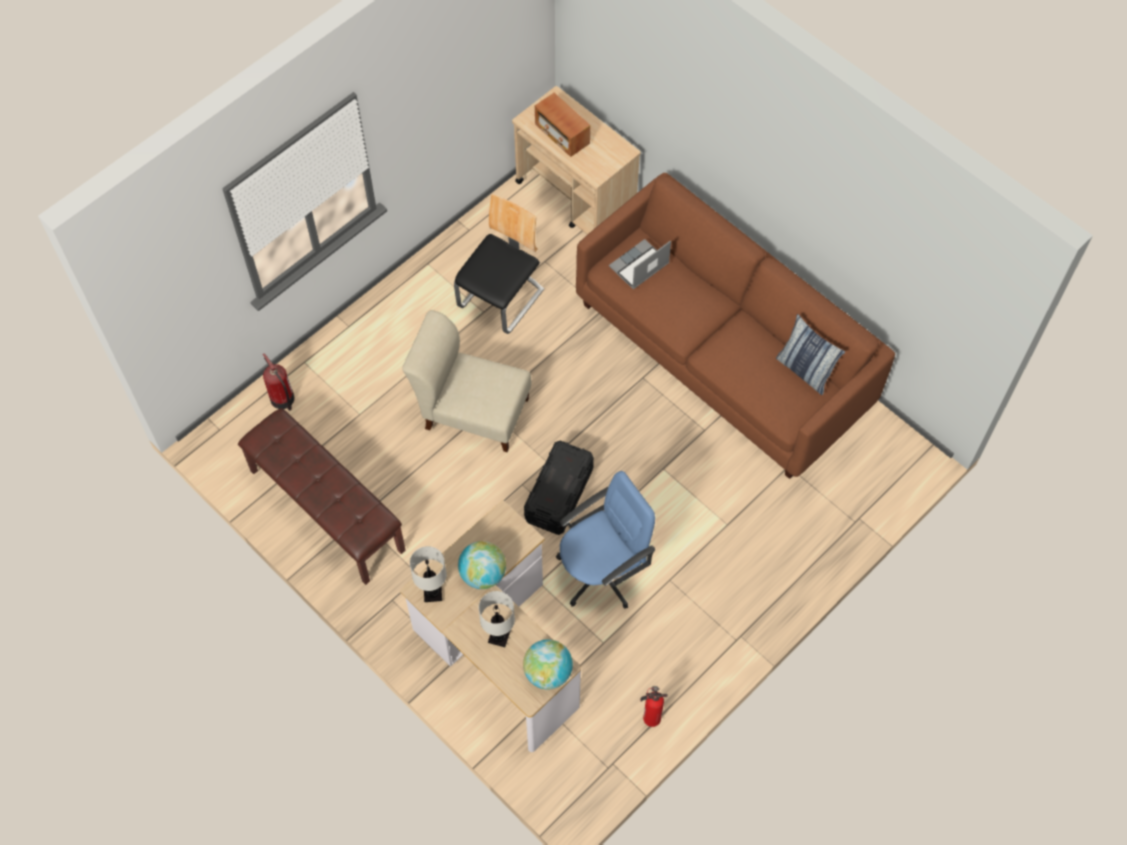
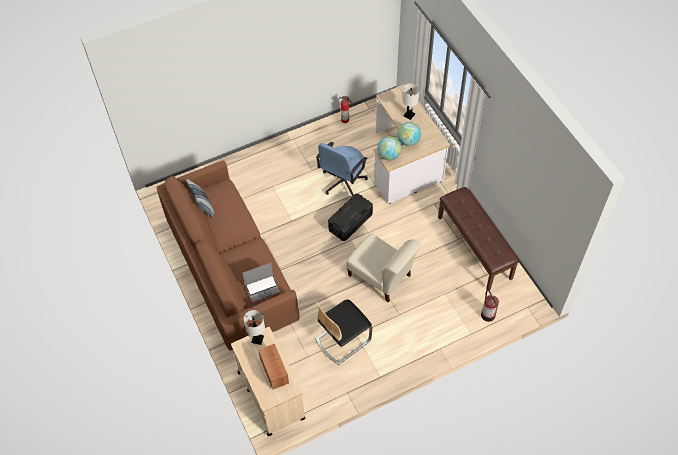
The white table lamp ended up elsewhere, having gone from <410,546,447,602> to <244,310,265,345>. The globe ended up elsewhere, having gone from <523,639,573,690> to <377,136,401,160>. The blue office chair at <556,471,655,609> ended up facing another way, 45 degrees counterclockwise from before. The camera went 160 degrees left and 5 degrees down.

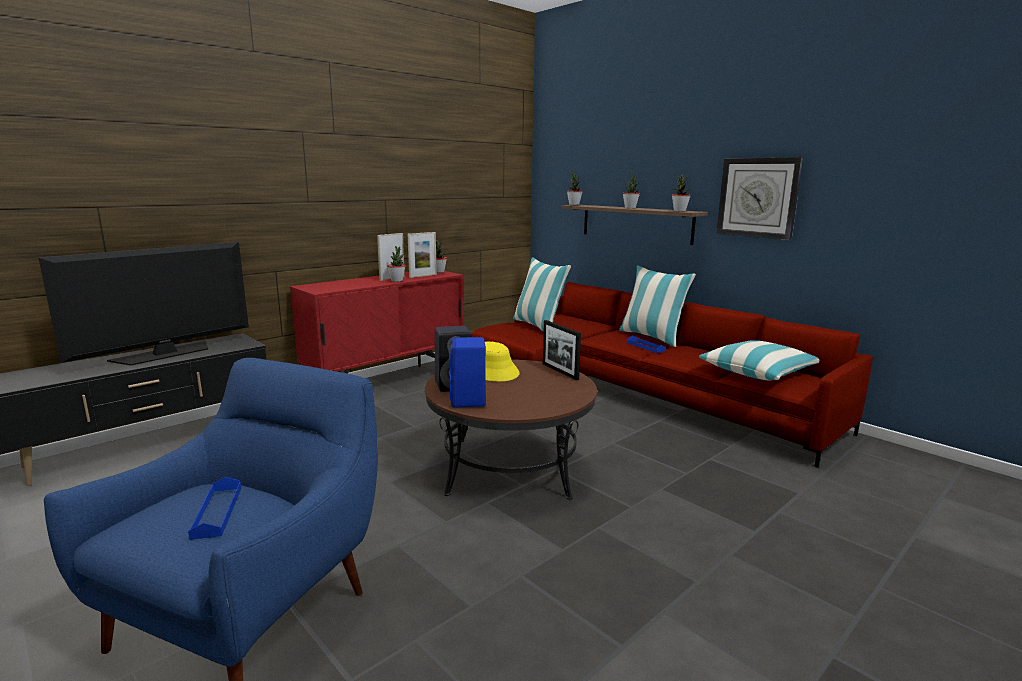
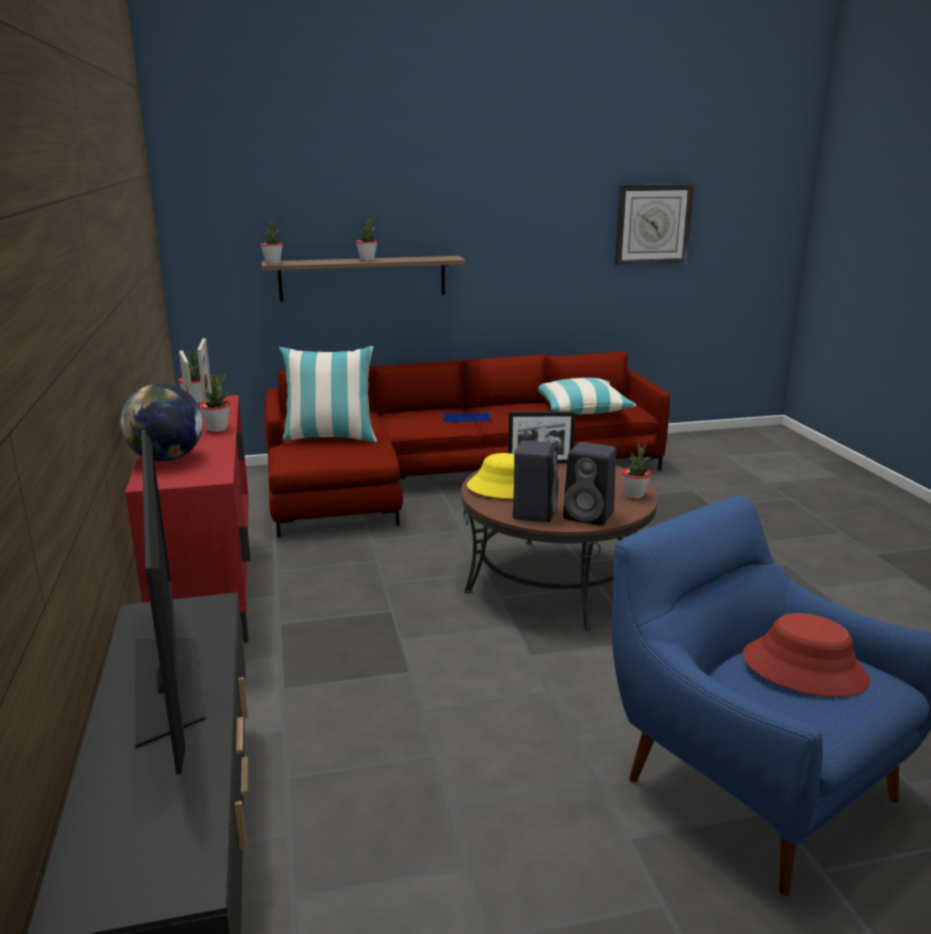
Where the blue tray stood at <188,477,241,540>, the red hat came to stand at <742,613,870,697>. What was the blue speaker at <450,337,486,407> turned into the black speaker at <563,442,616,526>. The second view lost the pillow at <619,265,696,347>. The potted plant ended up elsewhere, having gone from <672,174,691,212> to <622,443,651,499>. The wall clock ended up elsewhere, having gone from <716,157,803,240> to <615,184,694,266>. The second view gained the globe at <120,383,203,461>. The camera went 60 degrees left and 5 degrees up.

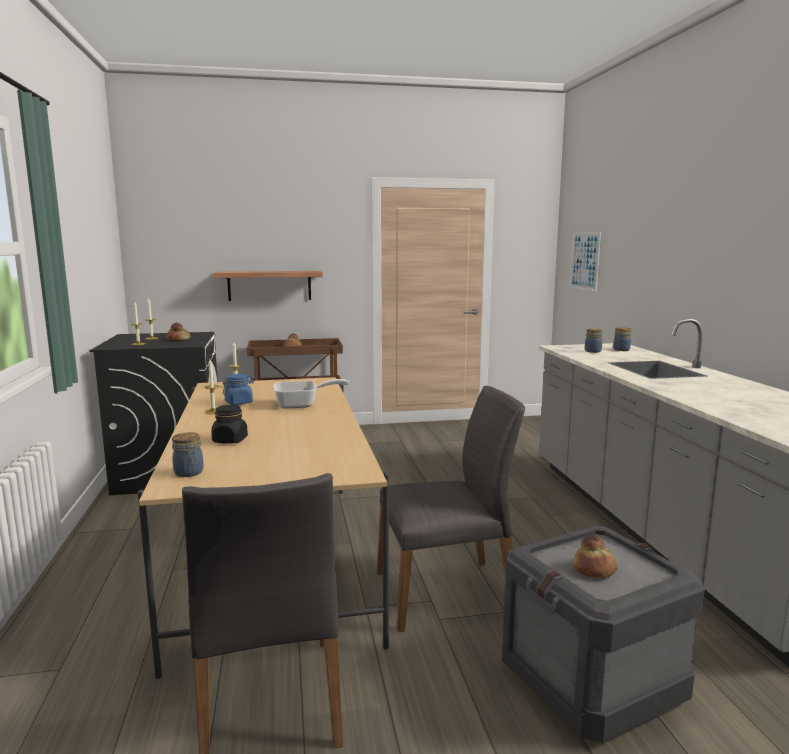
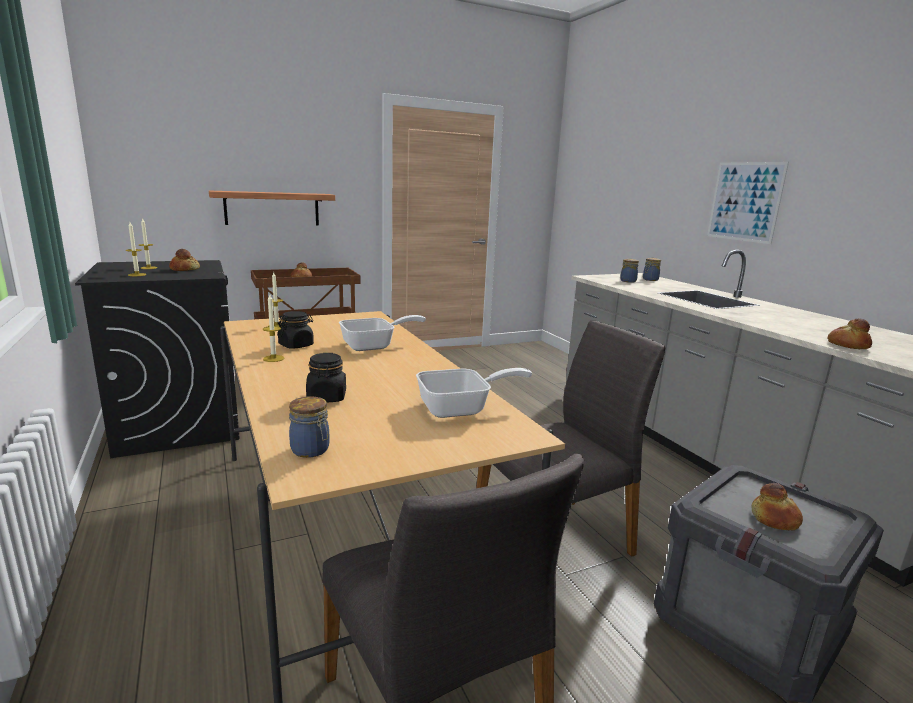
What was the blue jar at <223,374,254,405> turned into the black jar at <277,311,314,349>. The picture ended up elsewhere, having gone from <570,232,601,292> to <707,162,789,244>. The second view gained the frying pan at <416,368,532,418>. The second view gained the bread at <827,318,872,349>. The camera went 15 degrees left and 5 degrees up.

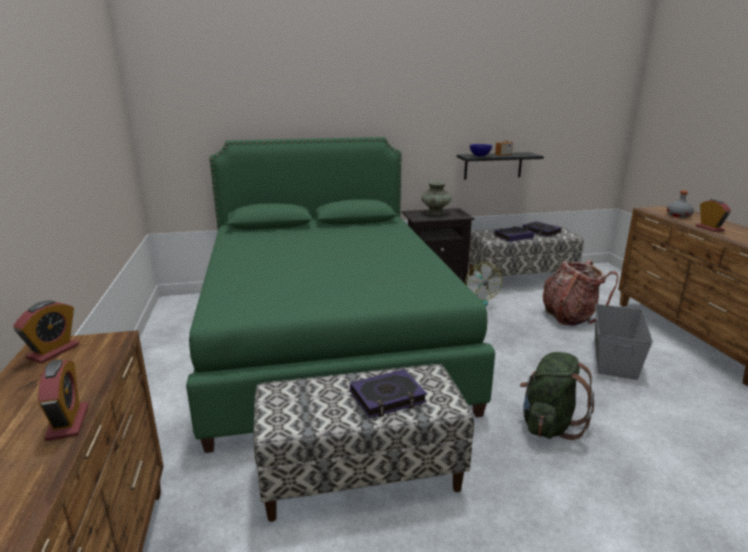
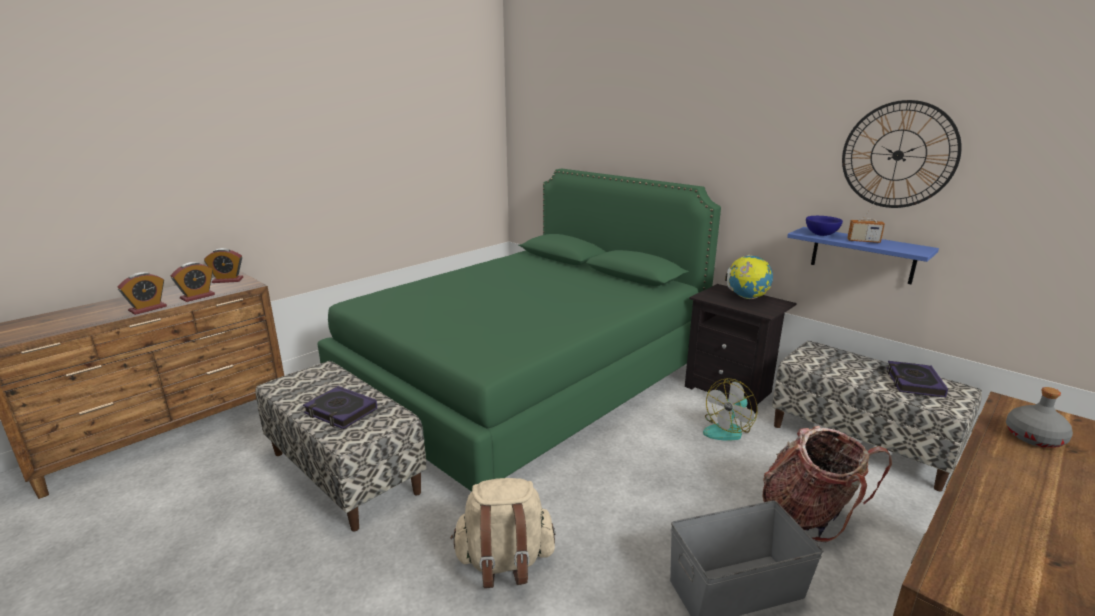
Where the turquoise vase stood at <421,181,451,215>, the globe came to stand at <725,255,773,299>. What was the black shelf at <457,152,544,179> turned into the blue shelf at <787,227,939,284>. The second view lost the book at <494,226,535,242>. What was the green backpack at <520,352,594,440> turned into the beige backpack at <450,478,555,588>. The alarm clock ended up elsewhere, having gone from <696,199,731,232> to <171,262,215,302>. The second view gained the wall clock at <842,100,962,208>. The camera went 55 degrees right and 0 degrees up.

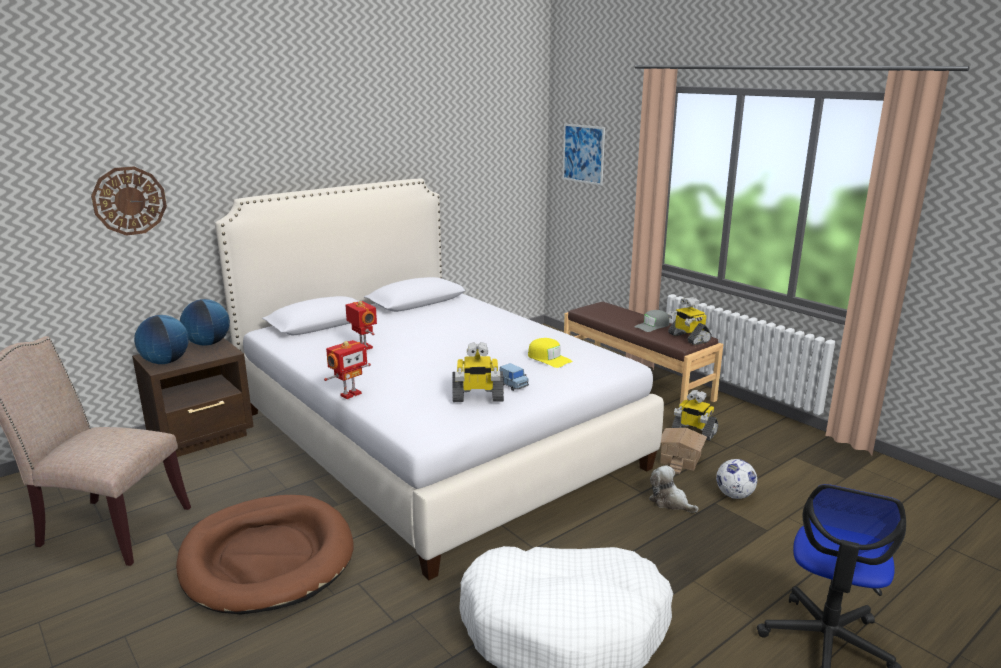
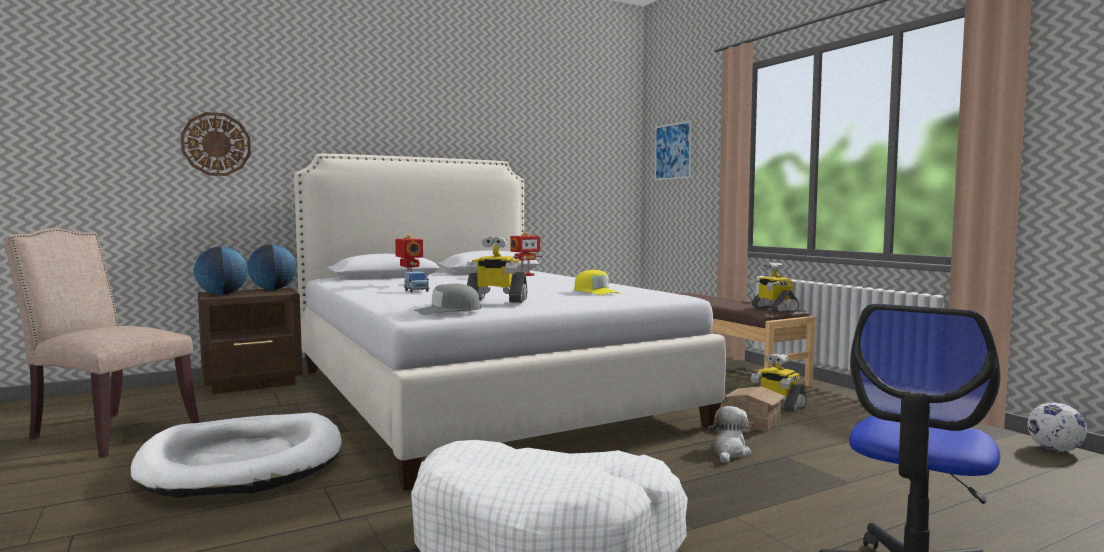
What was the brown dog bed at <176,495,353,614> turned into the white dog bed at <131,412,342,498>. The toy robot ended up elsewhere, having gone from <324,340,371,399> to <510,231,543,276>. The blue toy car ended up elsewhere, having gone from <500,363,529,391> to <404,271,429,292>. The grey cap ended up elsewhere, having gone from <635,310,670,332> to <415,283,481,315>. The plush toy at <649,465,699,513> ended up facing another way, 60 degrees clockwise from before. The football ended up elsewhere, having gone from <716,459,757,499> to <1027,403,1087,452>. The camera went 10 degrees right and 15 degrees down.

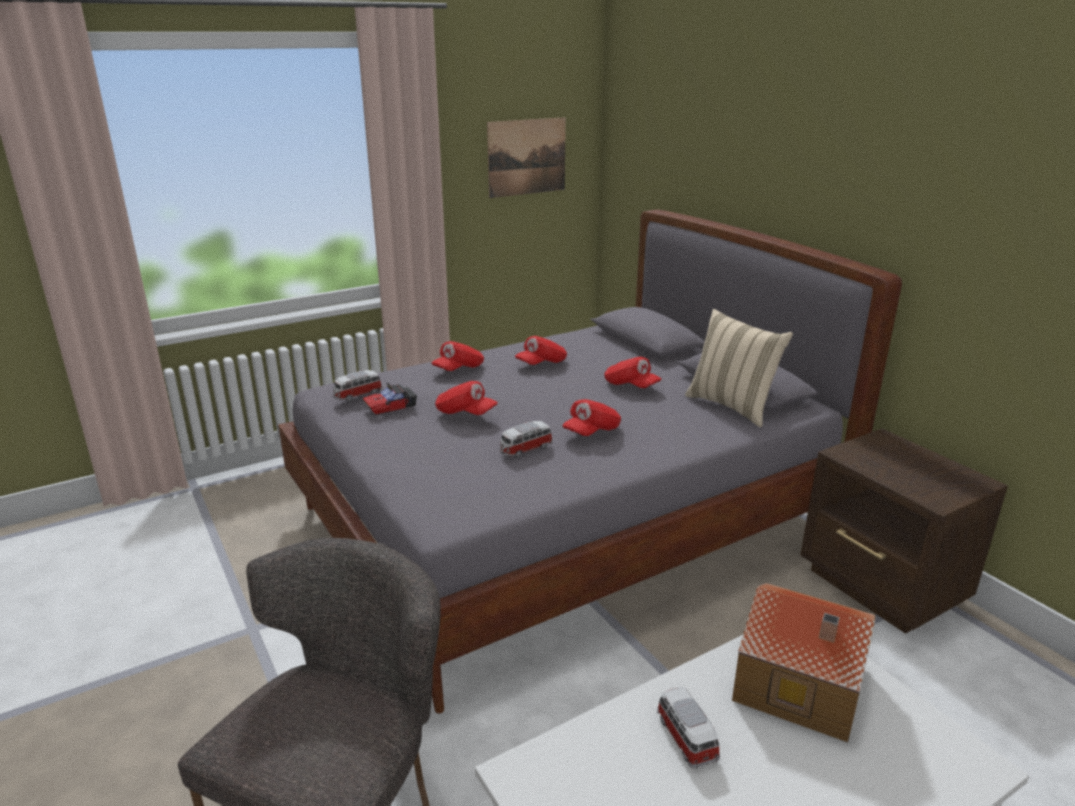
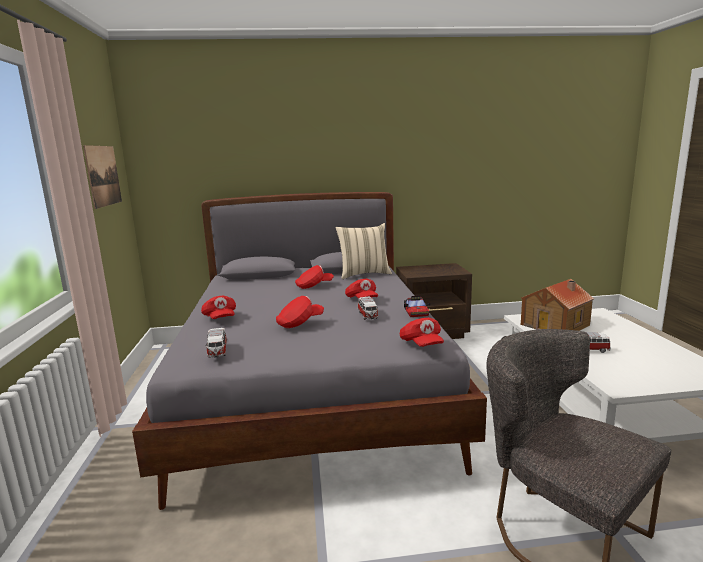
The toy car ended up elsewhere, having gone from <363,382,417,414> to <404,296,430,317>. The red cap ended up elsewhere, having gone from <515,336,567,365> to <400,318,444,347>. The camera went 65 degrees left and 10 degrees down.

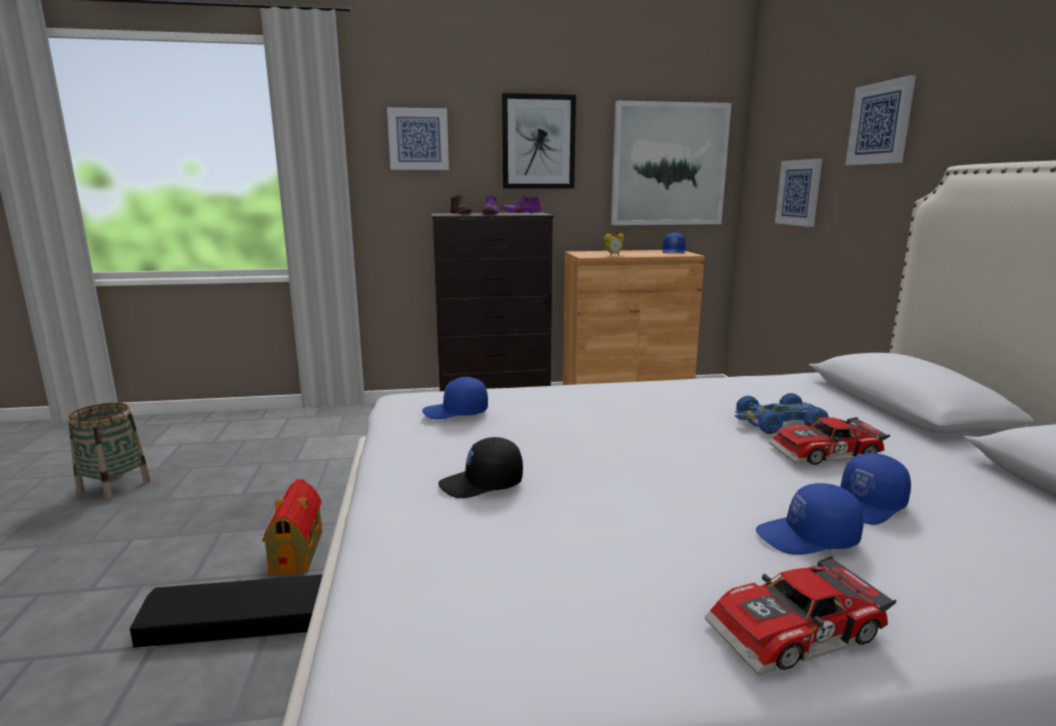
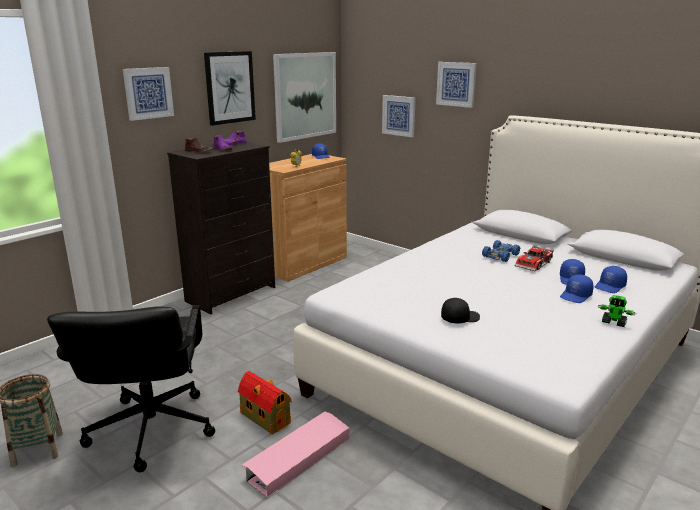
What was the black storage box at <130,574,323,649> turned into the pink storage box at <242,412,349,497>. The blue cap ended up elsewhere, having gone from <422,377,488,419> to <595,266,627,293>. The black cap at <438,437,523,498> ended up facing another way, 150 degrees counterclockwise from before. Where the toy car stood at <705,556,896,675>, the toy robot came to stand at <598,295,636,327>. The second view gained the black office chair at <47,305,215,472>. The camera went 40 degrees left and 5 degrees up.

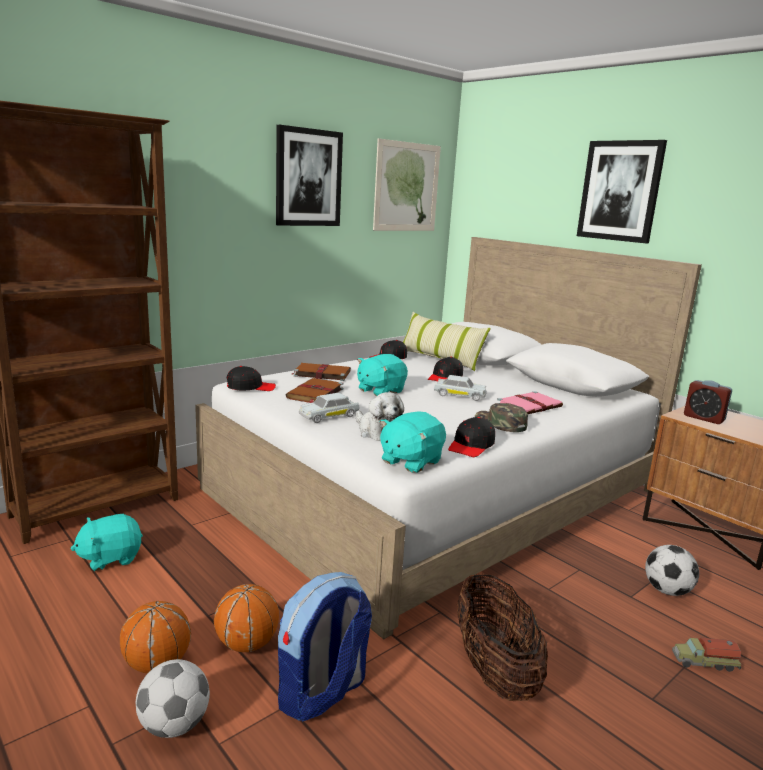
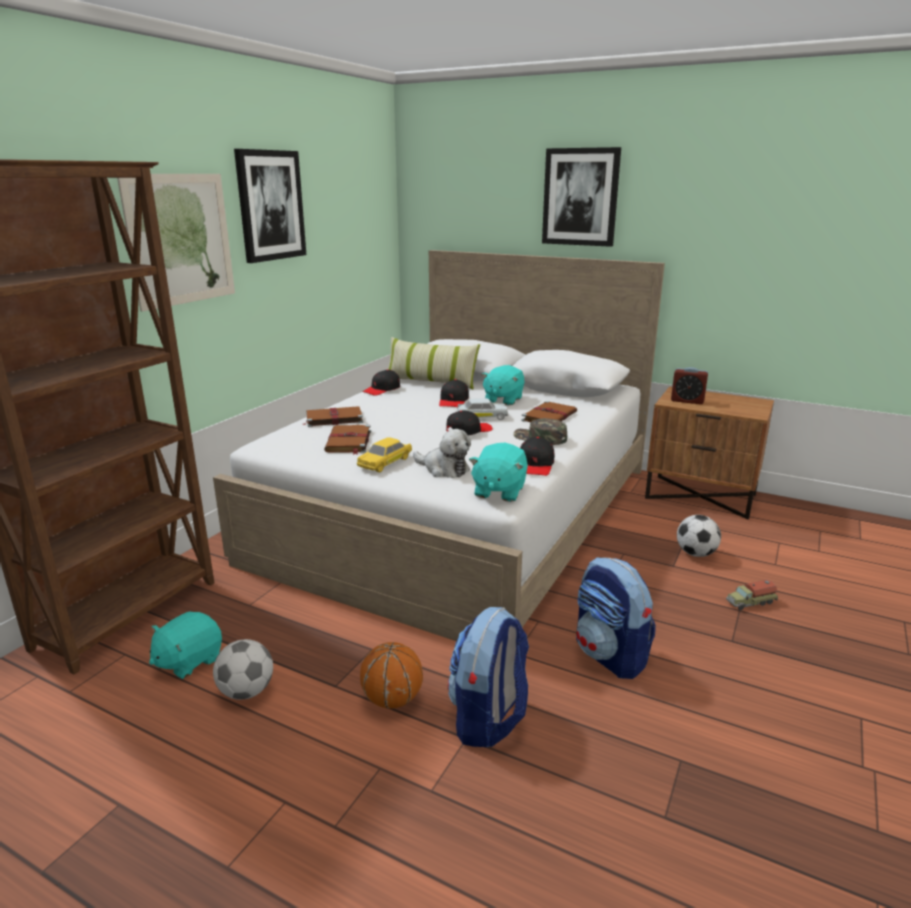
The second view lost the basketball at <120,601,191,674>. The football ended up elsewhere, having gone from <136,659,210,738> to <213,639,273,700>. The black cap ended up elsewhere, having gone from <227,366,276,391> to <446,411,492,436>. What was the white toy car at <299,393,360,423> turned into the yellow toy car at <357,437,412,472>. The turquoise plush toy ended up elsewhere, having gone from <357,354,408,396> to <481,365,524,405>. The picture ended up elsewhere, having gone from <373,138,441,231> to <117,174,235,312>. Where the basket stood at <457,573,548,701>, the backpack came to stand at <576,557,656,679>. What was the pink book at <497,391,563,414> turned into the brown book at <521,401,577,422>. The camera went 20 degrees left and 5 degrees up.

